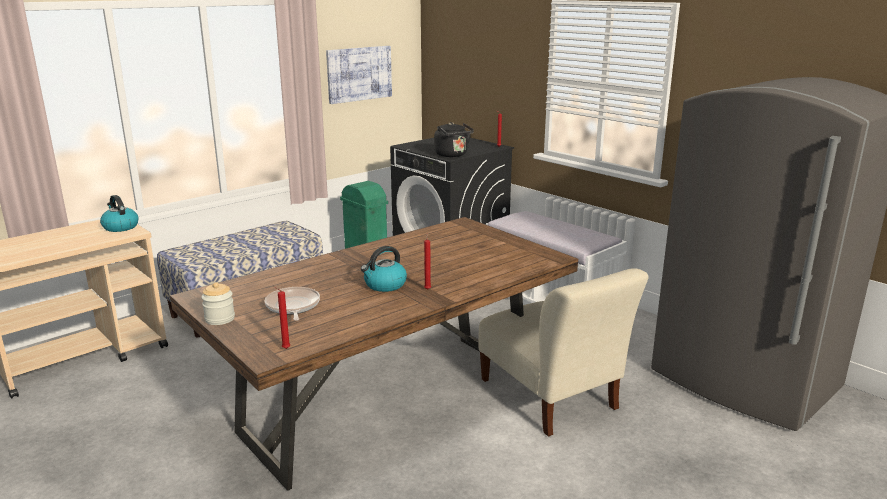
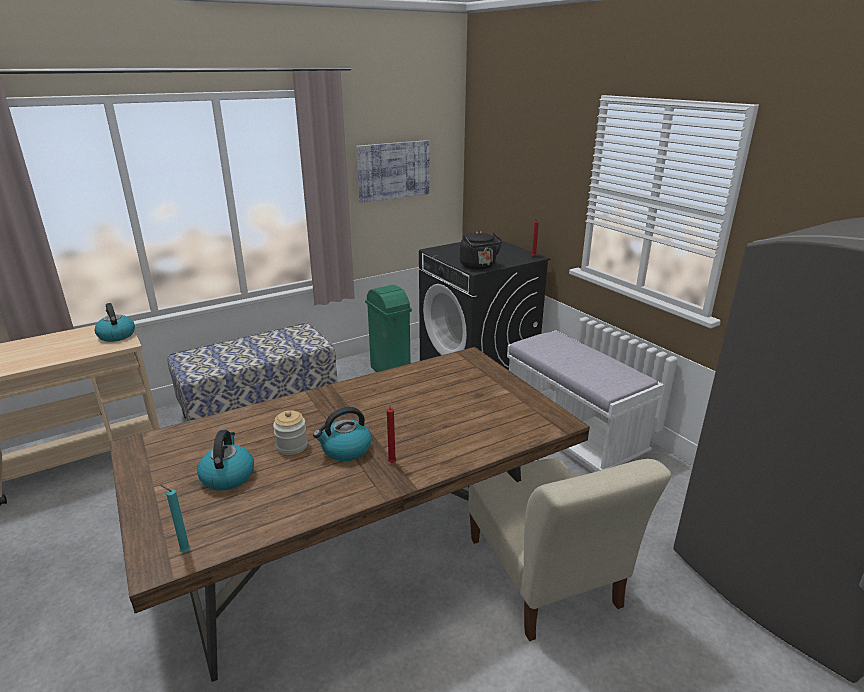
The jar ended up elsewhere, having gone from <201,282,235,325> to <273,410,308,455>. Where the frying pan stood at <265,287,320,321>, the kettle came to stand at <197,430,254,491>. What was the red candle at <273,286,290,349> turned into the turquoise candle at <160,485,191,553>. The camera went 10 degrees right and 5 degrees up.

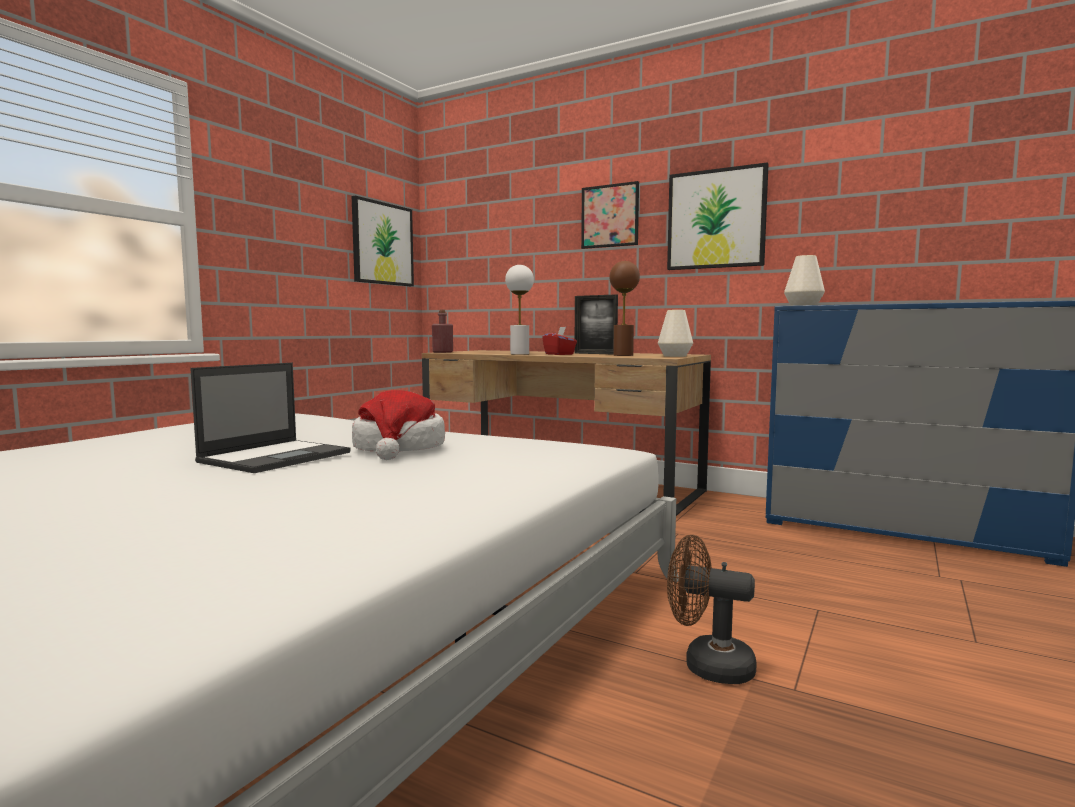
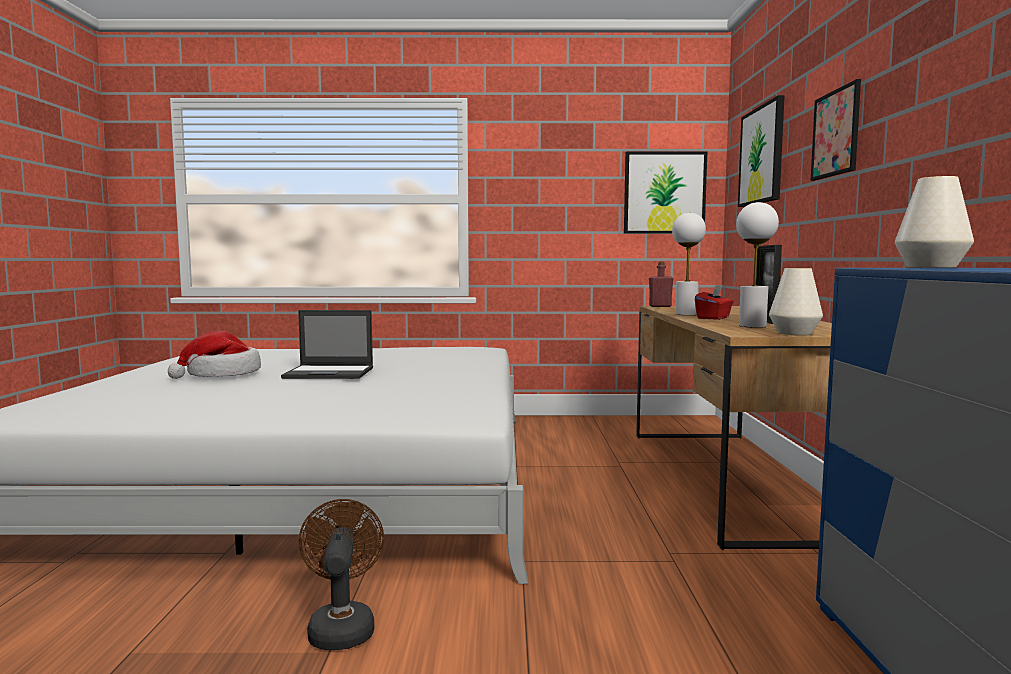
The hat ended up elsewhere, having gone from <352,390,445,460> to <168,331,261,379>. What was the brown table lamp at <609,261,640,356> turned into the white table lamp at <736,202,779,328>. The picture ended up elsewhere, having gone from <667,163,769,270> to <738,95,785,207>. The camera went 60 degrees right and 0 degrees up.

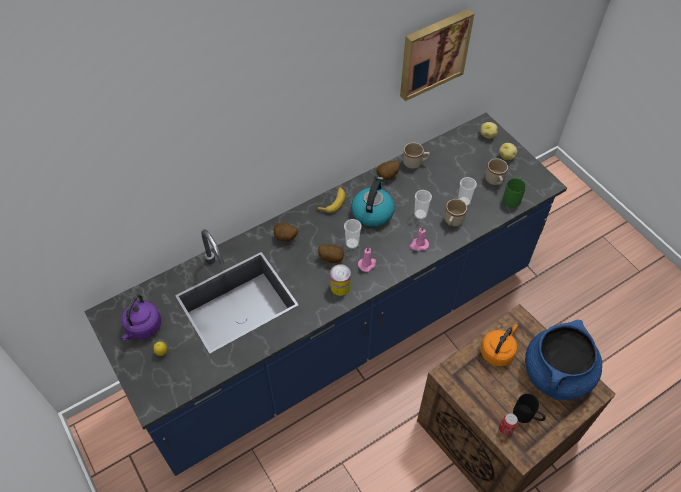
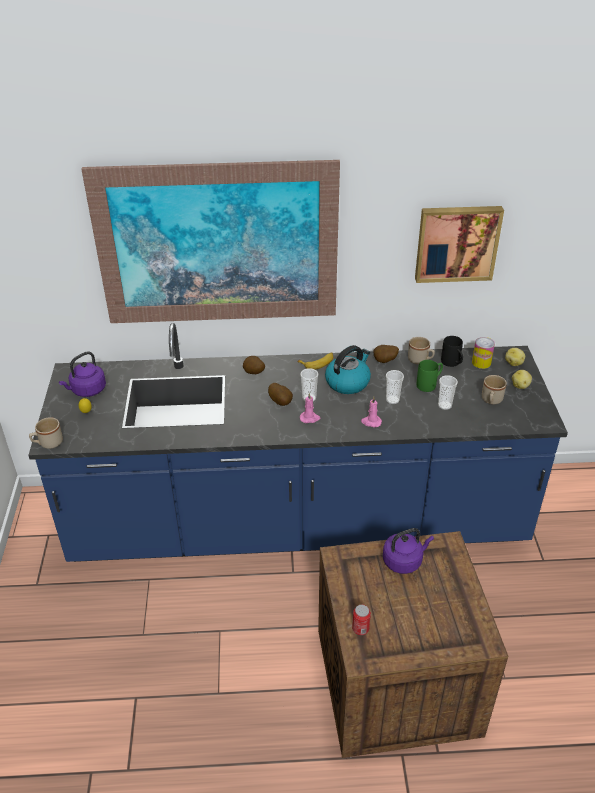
The can ended up elsewhere, having gone from <330,264,351,296> to <472,337,495,369>. The beige mug ended up elsewhere, having gone from <444,199,467,226> to <29,417,63,449>. What was the orange kettle at <481,324,518,366> turned into the purple kettle at <383,528,434,574>. The green mug ended up elsewhere, having gone from <503,176,526,208> to <417,360,443,392>. The black mug ended up elsewhere, having gone from <513,394,546,423> to <441,336,463,367>. The second view lost the blue cooking pot at <525,320,602,400>. The second view gained the picture at <81,160,340,323>. The camera went 30 degrees right and 15 degrees down.

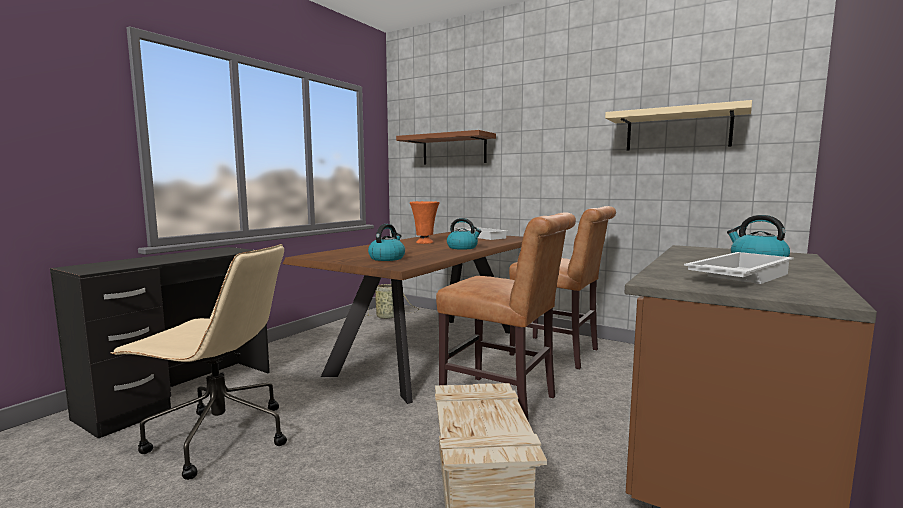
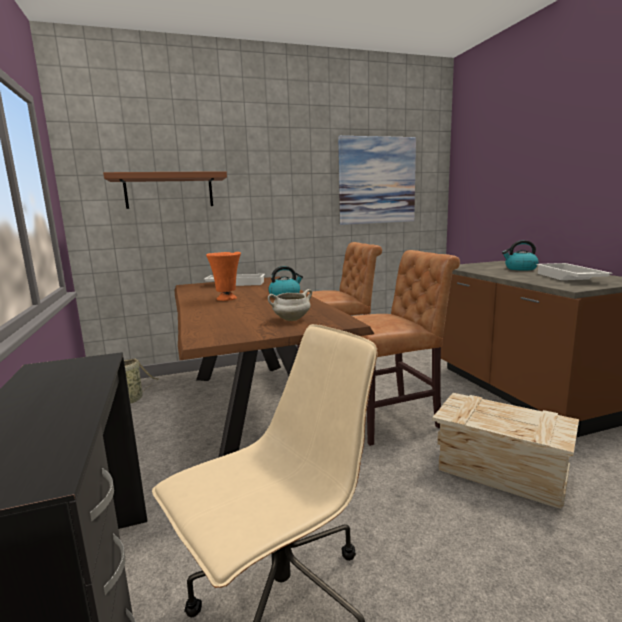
Where the kettle stood at <368,224,405,261>, the white cooking pot came to stand at <268,289,312,321>. Where the beige shelf hung at <605,100,752,151>, the picture came to hang at <338,136,416,225>. The camera went 50 degrees left and 5 degrees up.

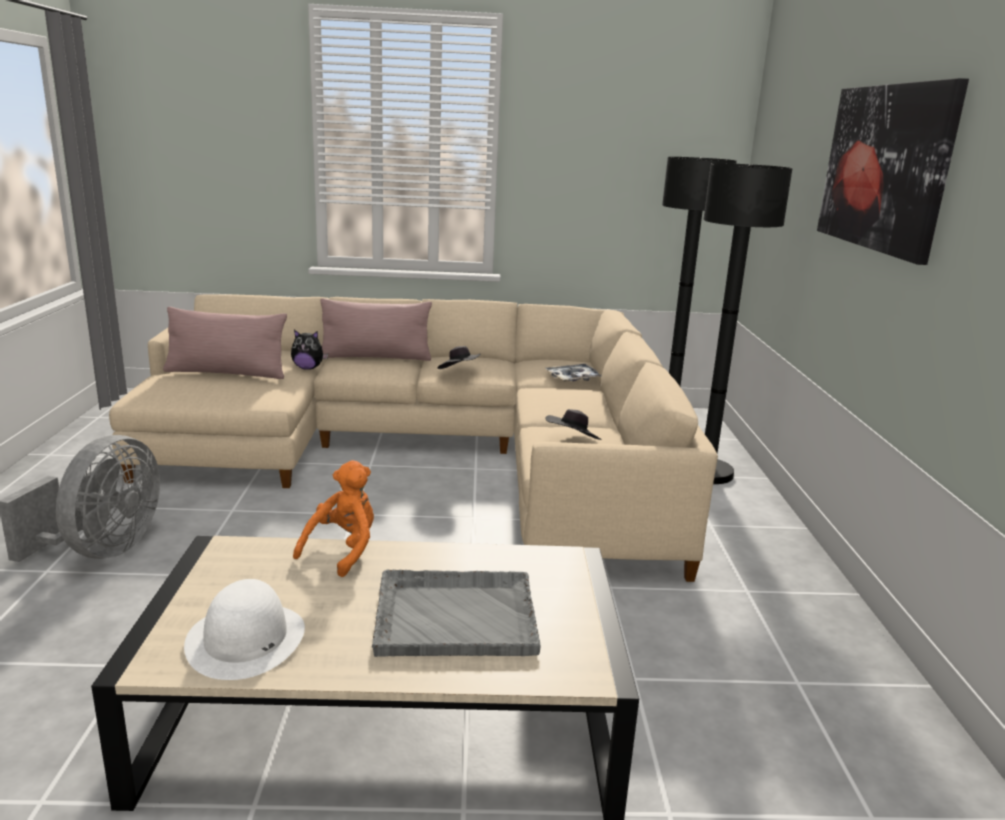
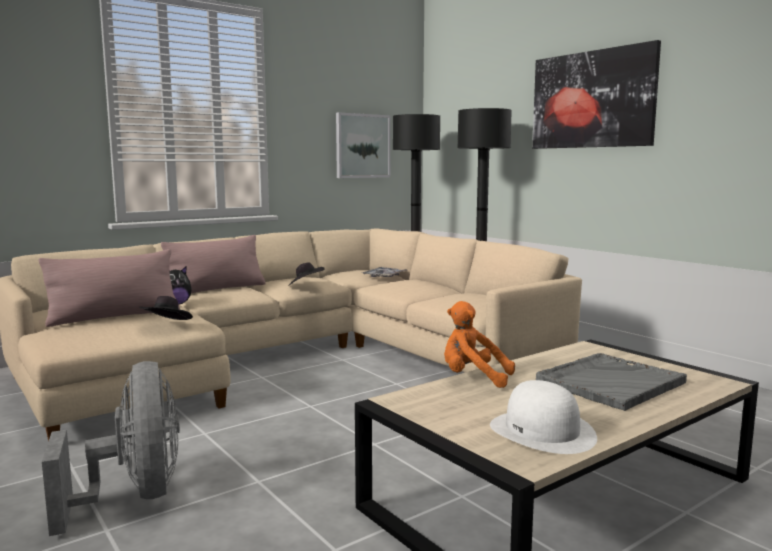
The orange plush toy at <293,460,374,577> ended up facing another way, 60 degrees counterclockwise from before. The black hat ended up elsewhere, having gone from <545,409,601,440> to <139,296,193,320>. The second view gained the picture at <336,112,390,178>. The camera went 35 degrees left and 10 degrees down.

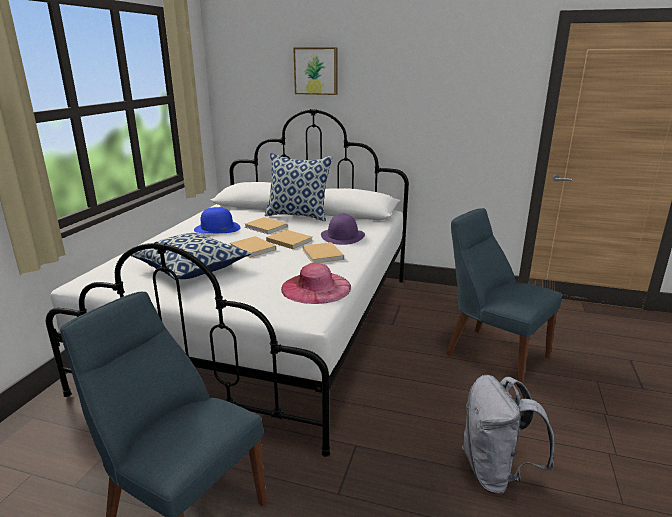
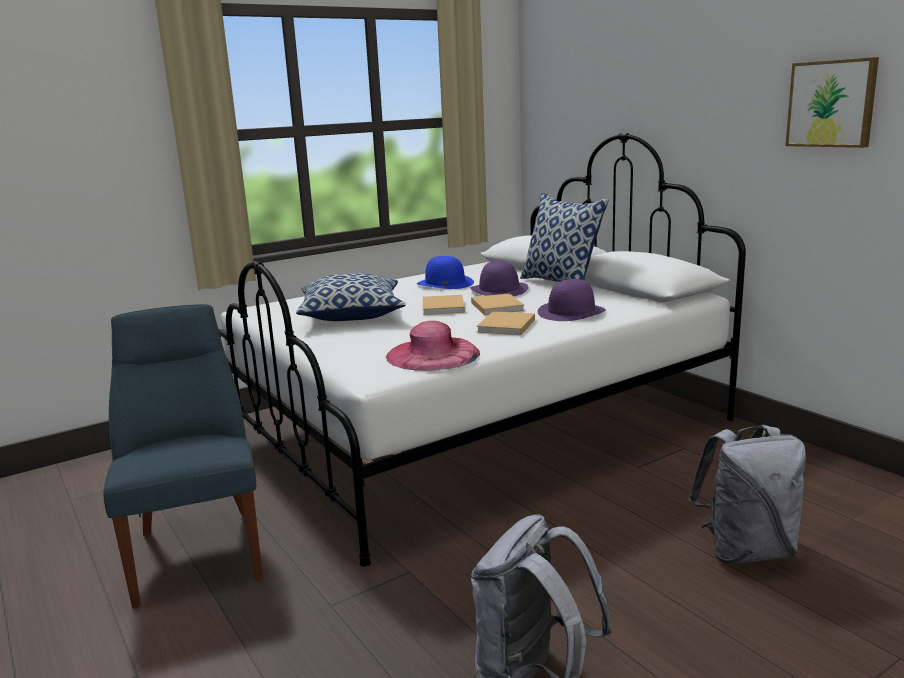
Where the beige book stood at <245,217,288,234>, the purple hat came to stand at <470,261,528,296>. The picture ended up elsewhere, having gone from <293,47,337,95> to <785,57,879,148>. Where the blue chair stood at <446,208,562,387>, the grey backpack came to stand at <688,425,806,564>. The camera went 40 degrees right and 5 degrees down.

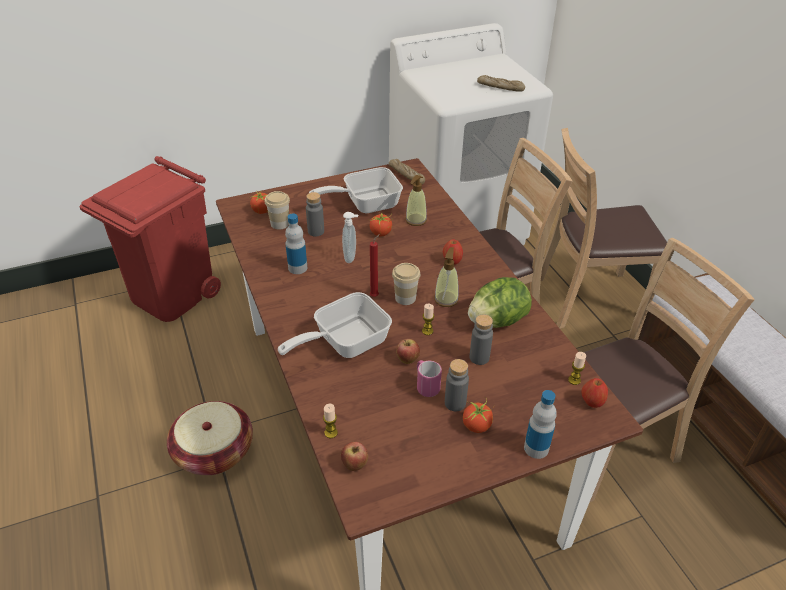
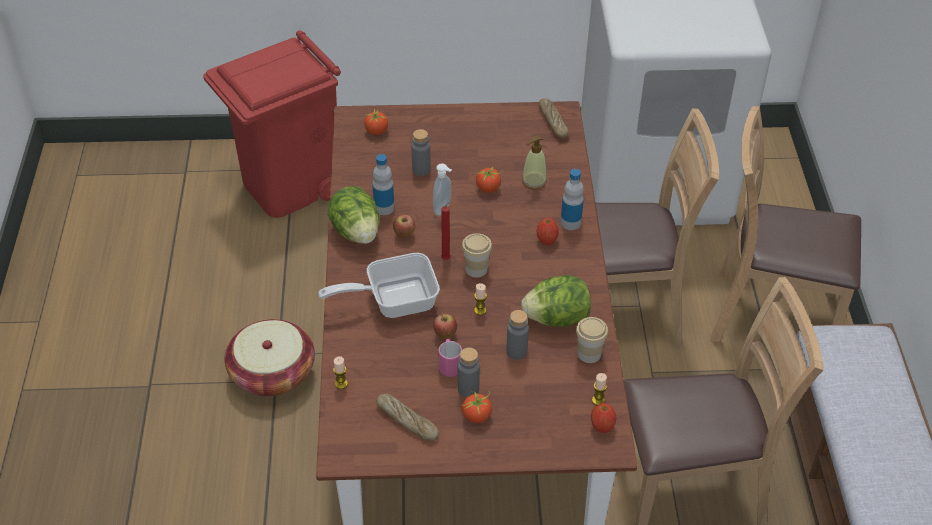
The cup ended up elsewhere, having gone from <265,191,290,229> to <576,317,608,363>. The second view lost the frying pan at <309,167,403,213>. The apple ended up elsewhere, having gone from <341,442,368,471> to <393,215,415,238>. The second view lost the soap dispenser at <434,247,459,307>. The bread ended up elsewhere, having gone from <477,75,525,92> to <376,394,439,442>. The bottle ended up elsewhere, having gone from <524,390,557,459> to <561,169,584,230>. The second view gained the lettuce at <328,186,380,244>. The camera went 20 degrees right and 5 degrees up.

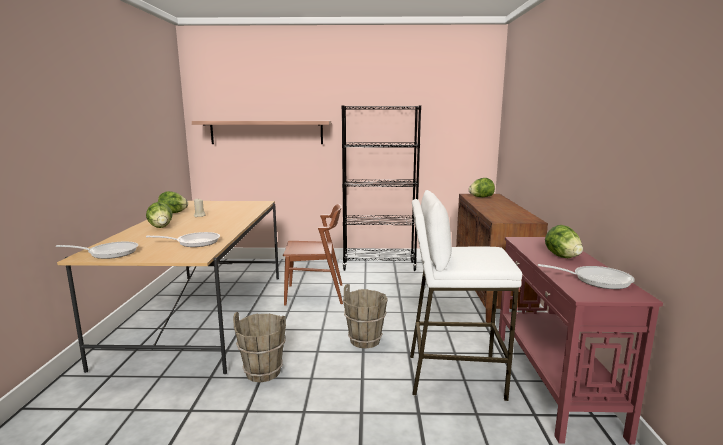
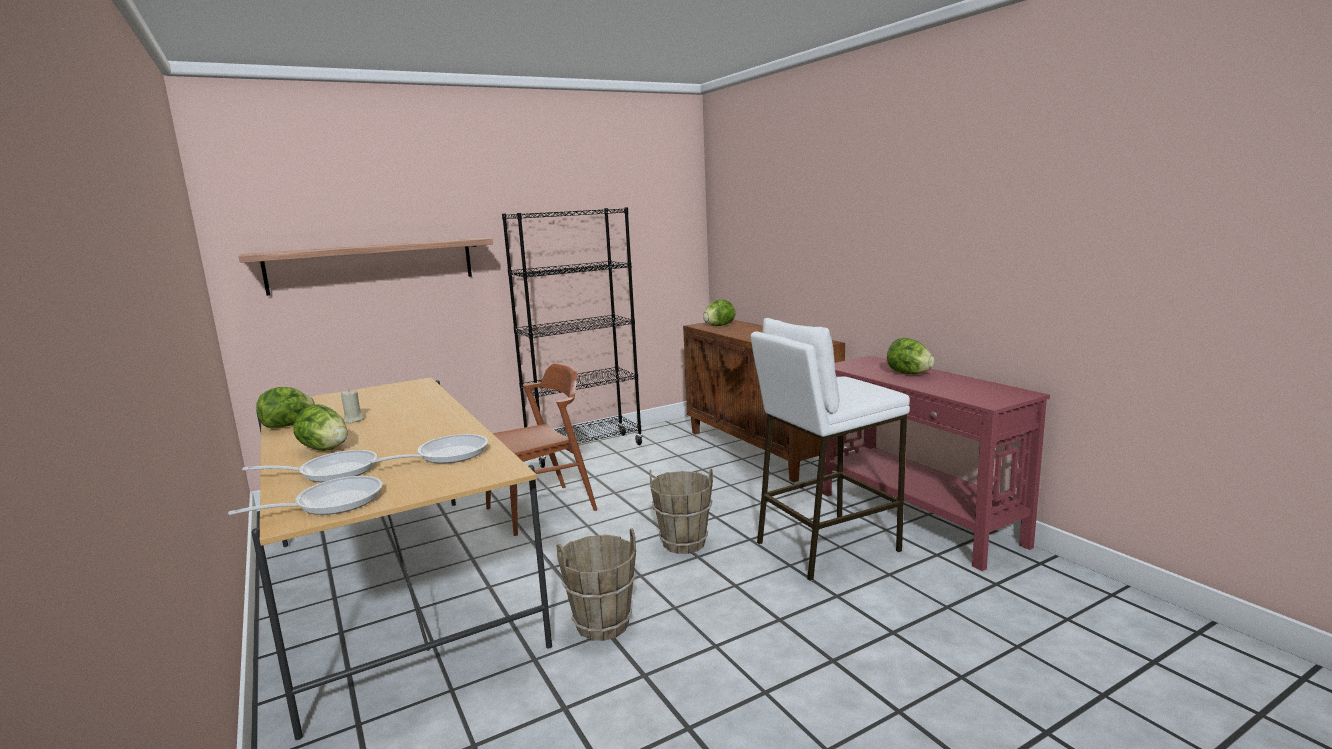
The frying pan ended up elsewhere, having gone from <538,264,635,289> to <242,450,377,482>. The camera went 30 degrees left and 0 degrees up.

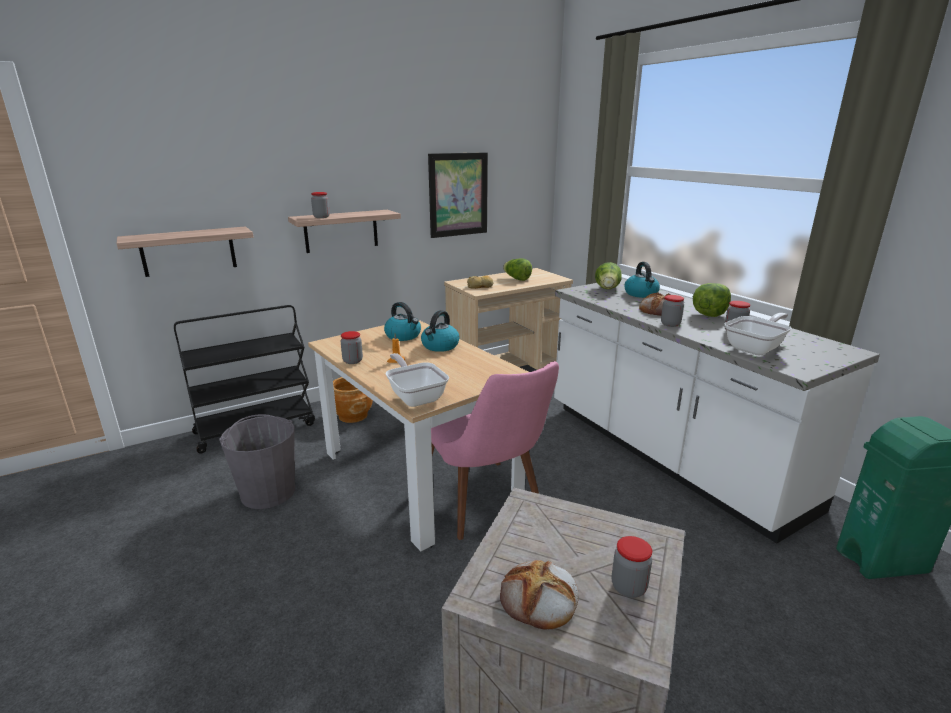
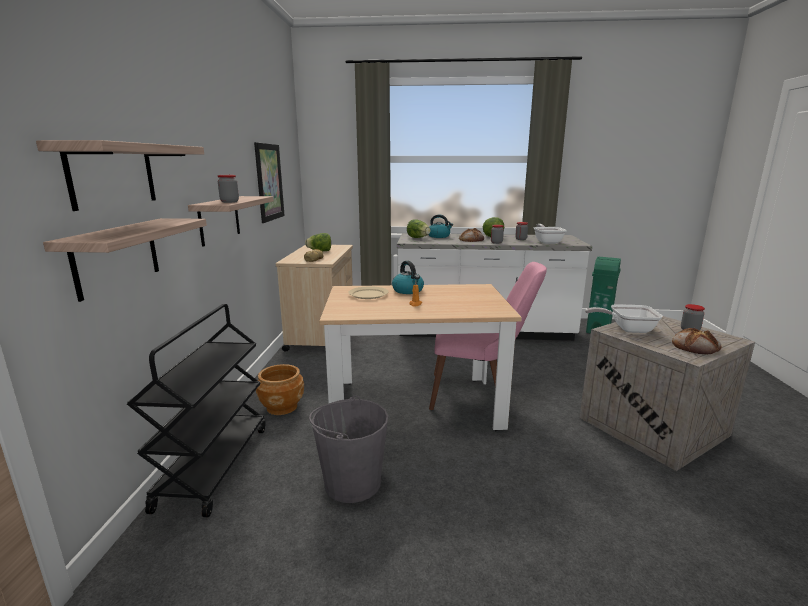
The second view lost the jar at <340,331,363,364>. Where the kettle stood at <384,302,421,341>, the beige plate came to stand at <348,286,389,299>. The frying pan ended up elsewhere, having gone from <385,353,449,407> to <585,304,663,333>. The second view gained the shelf at <36,140,204,211>. The camera went 55 degrees left and 5 degrees down.

